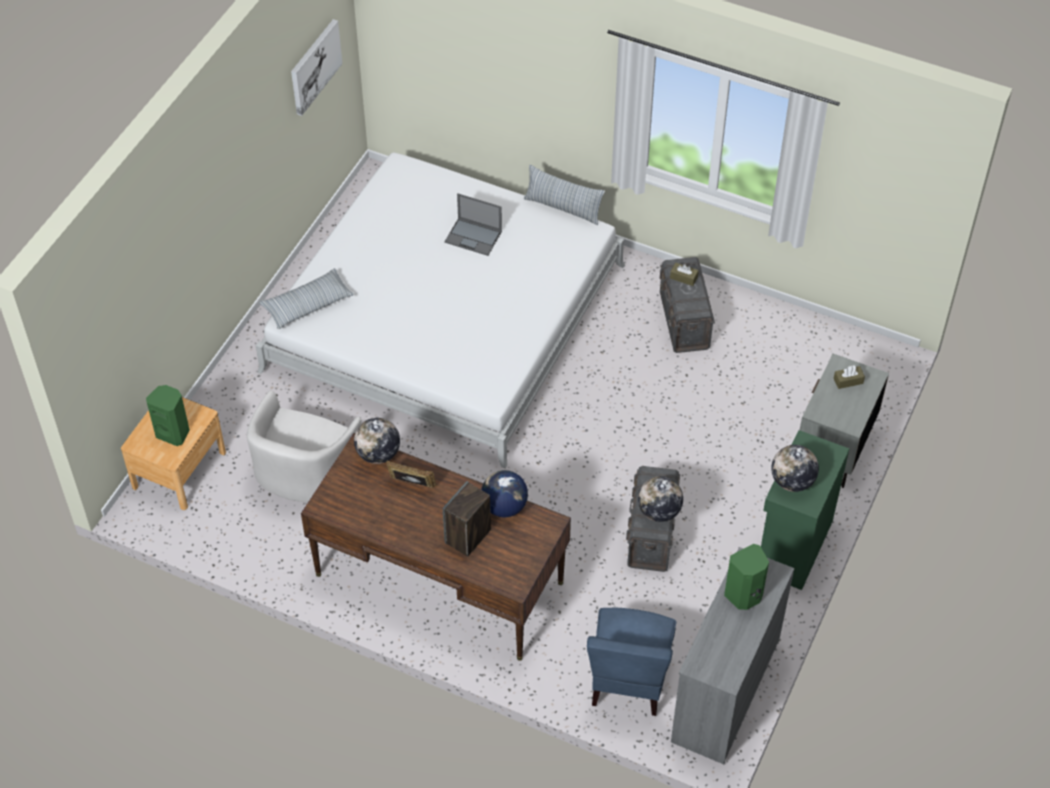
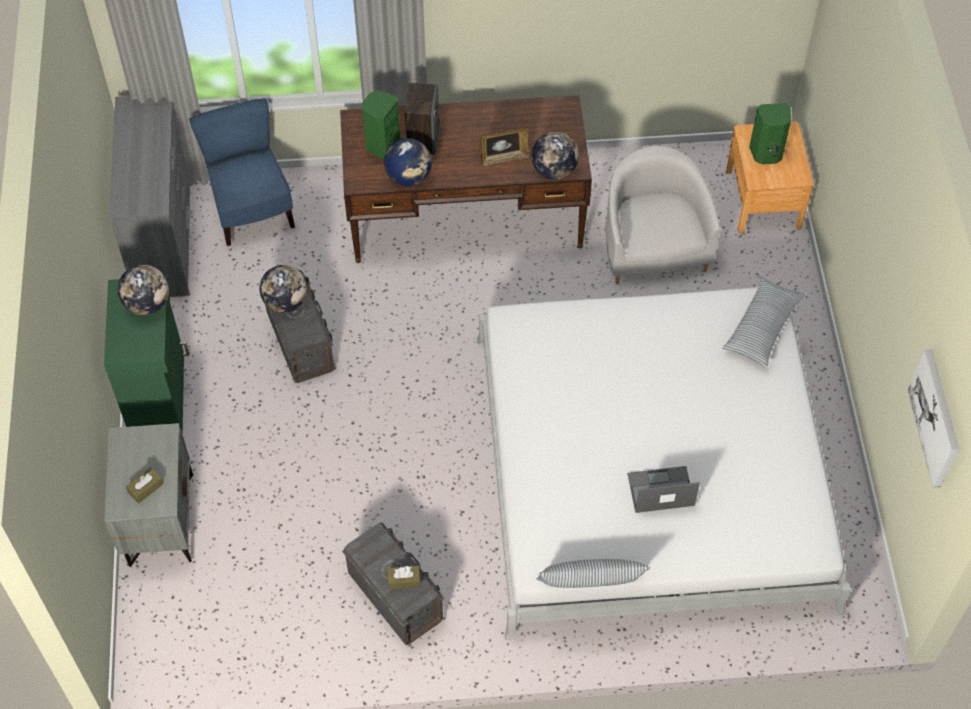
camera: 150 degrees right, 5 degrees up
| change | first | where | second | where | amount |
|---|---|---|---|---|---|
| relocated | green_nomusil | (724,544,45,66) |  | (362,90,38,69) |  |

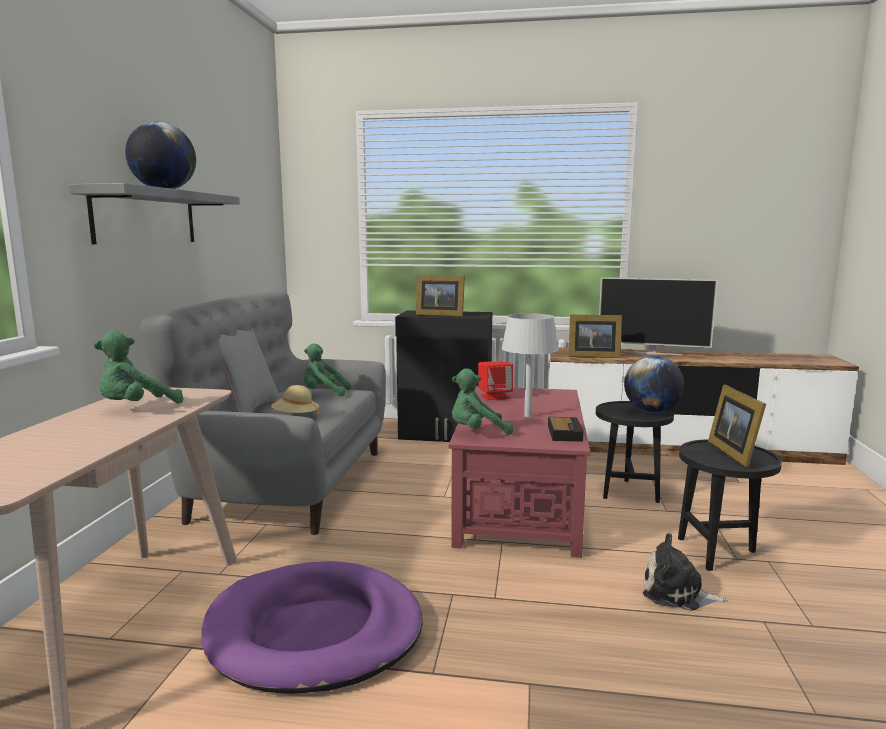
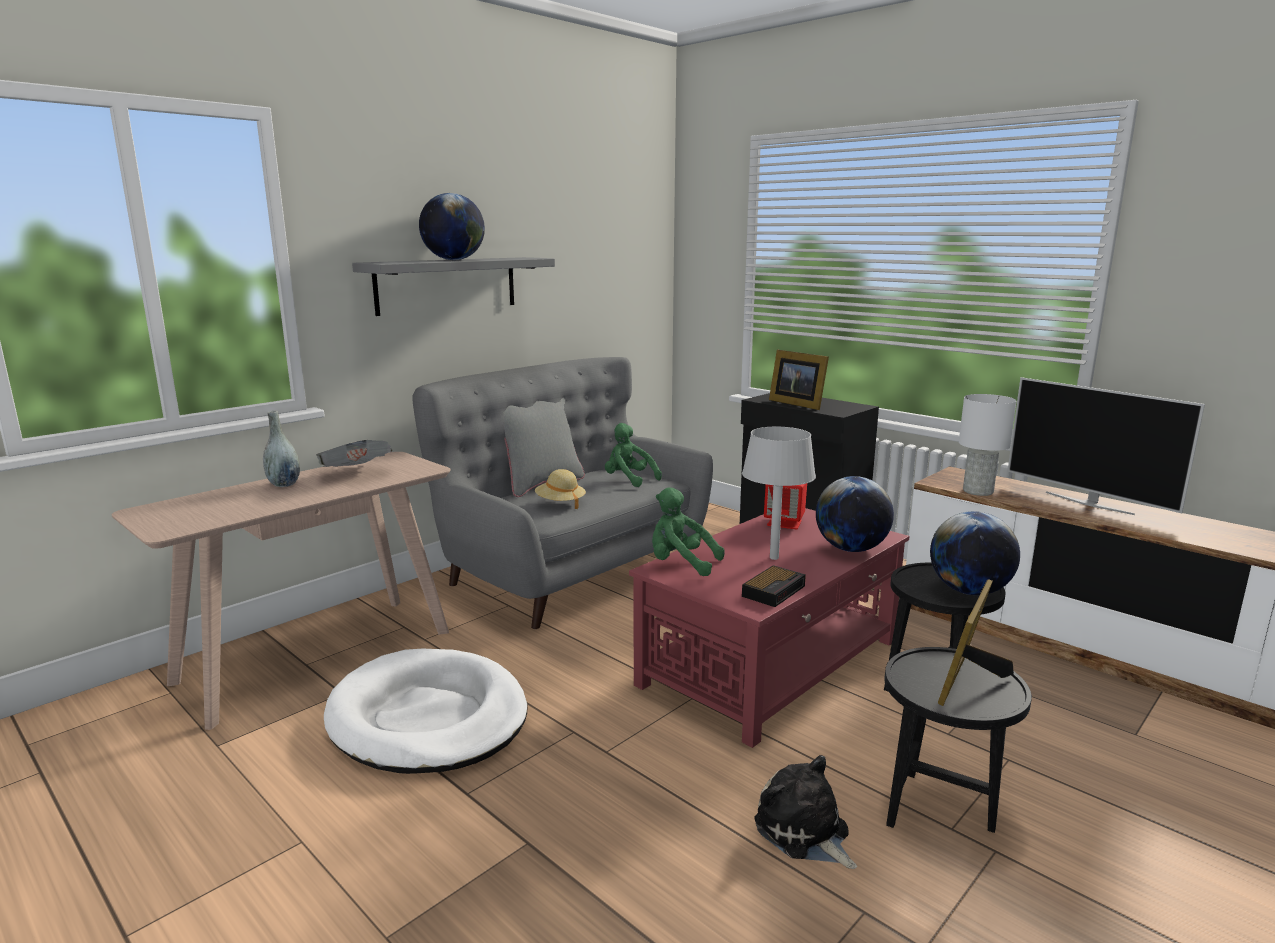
camera: 35 degrees right, 5 degrees up
| change | first | where | second | where | amount |
|---|---|---|---|---|---|
| appeared |  |  | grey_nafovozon | (263,411,37,76) |  |
| appeared |  |  | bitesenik | (816,476,78,76) |  |
| exchanged | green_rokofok | (94,331,90,73) | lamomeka | (316,440,77,27) |  |
| exchanged | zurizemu | (569,314,53,44) | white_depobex | (959,394,58,102) |  |
| colour | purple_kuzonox | (201,561,222,133) | white_kuzonox | (324,649,203,125) |  |

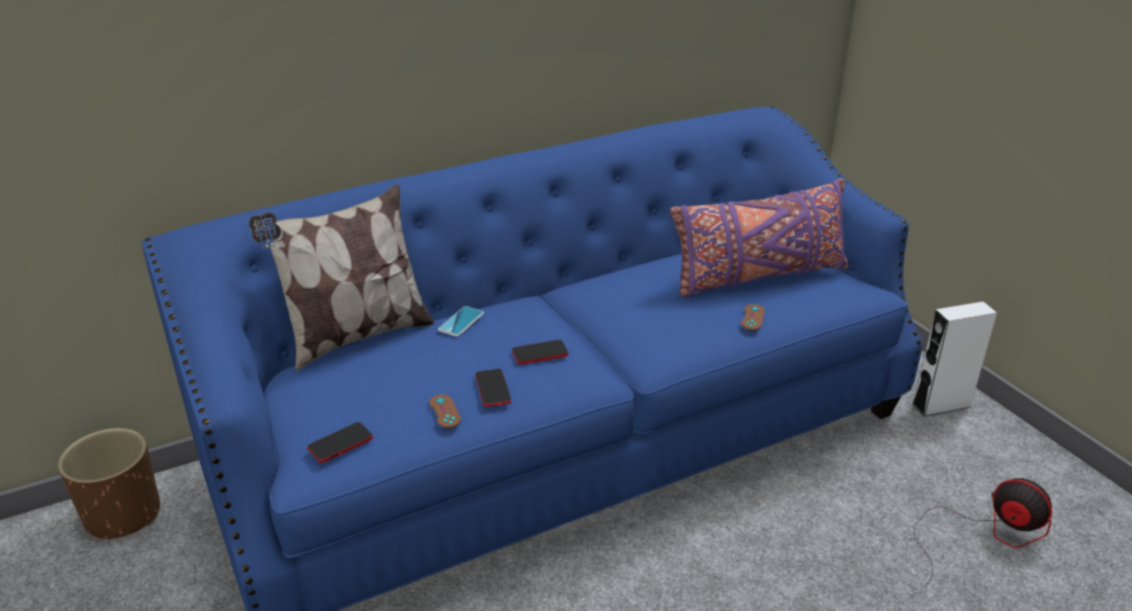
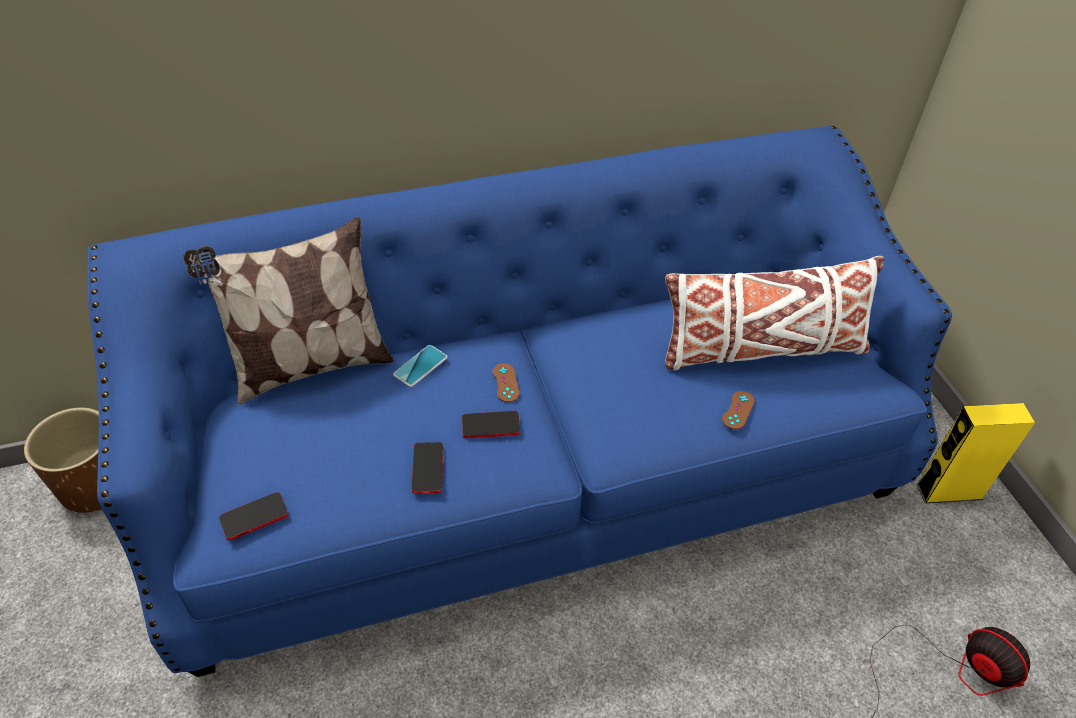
camera: 10 degrees right, 15 degrees up
| change | first | where | second | where | amount |
|---|---|---|---|---|---|
| relocated | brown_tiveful | (429,395,32,33) |  | (493,363,27,39) |  |
| colour | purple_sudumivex | (670,179,178,118) | white_sudumivex | (665,256,219,114) |  |
| colour | white_nomusil | (912,301,85,116) | yellow_nomusil | (916,403,119,100) |  |

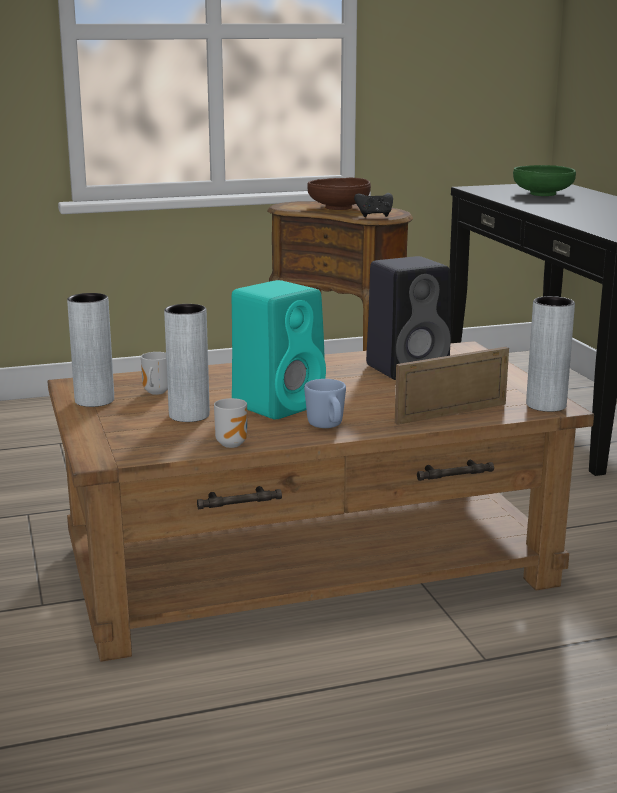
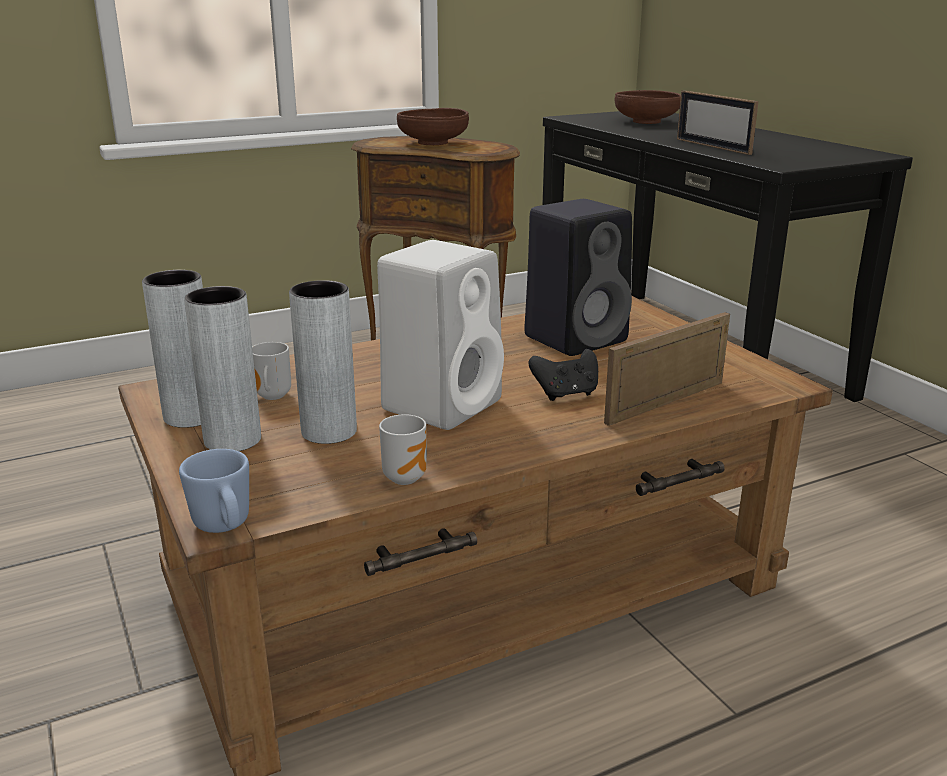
camera: 10 degrees left, 5 degrees up
| change | first | where | second | where | amount |
|---|---|---|---|---|---|
| appeared |  |  | zurizemu | (677,90,82,65) |  |
| relocated | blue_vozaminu | (304,379,42,49) |  | (179,449,70,84) |  |
| relocated | black_tiveful | (354,193,39,24) |  | (528,349,70,52) |  |
| relocated | grey_nafovozon | (526,296,49,116) |  | (184,286,77,165) |  |
| colour | turquoise_nomusil | (232,280,94,139) | white_nomusil | (377,240,127,190) |  |
| colour | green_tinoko | (513,165,63,31) | brown_tinoko | (615,90,66,34) |  |

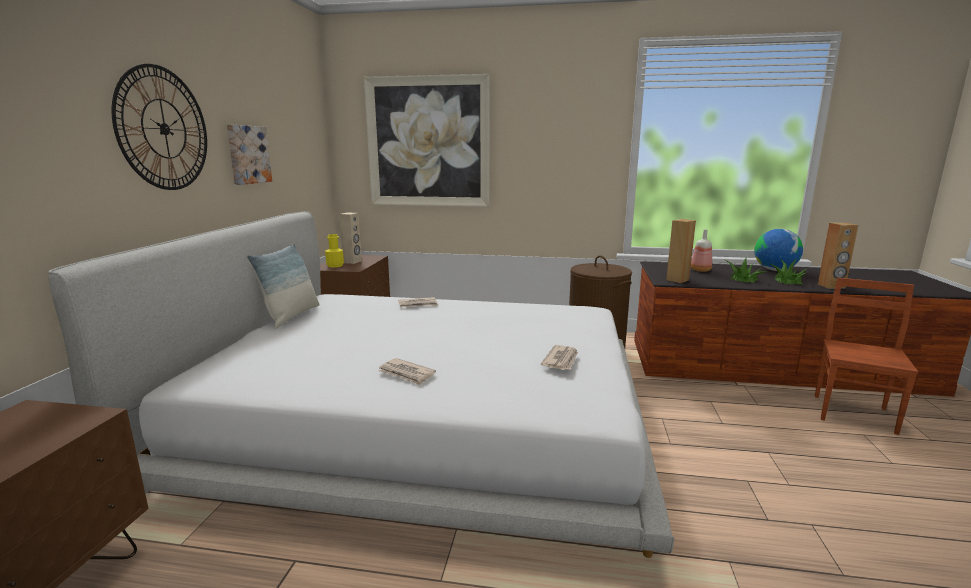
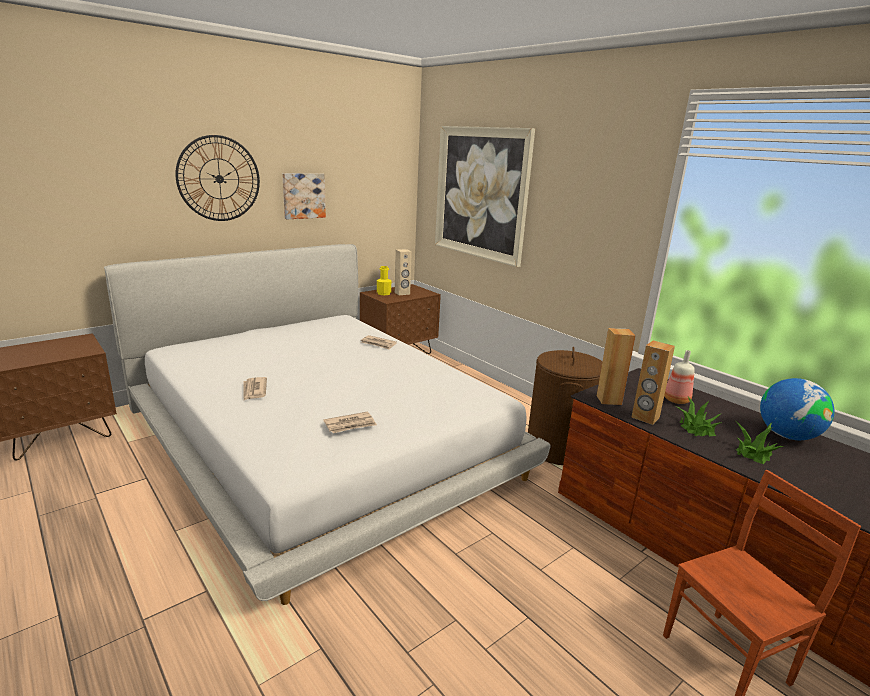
camera: 40 degrees right, 5 degrees up
| change | first | where | second | where | amount |
|---|---|---|---|---|---|
| missing | sudumivex | (247,244,72,85) |  |  |  |
| relocated | brown_nomusil | (818,223,40,66) |  | (631,340,44,85) |  |

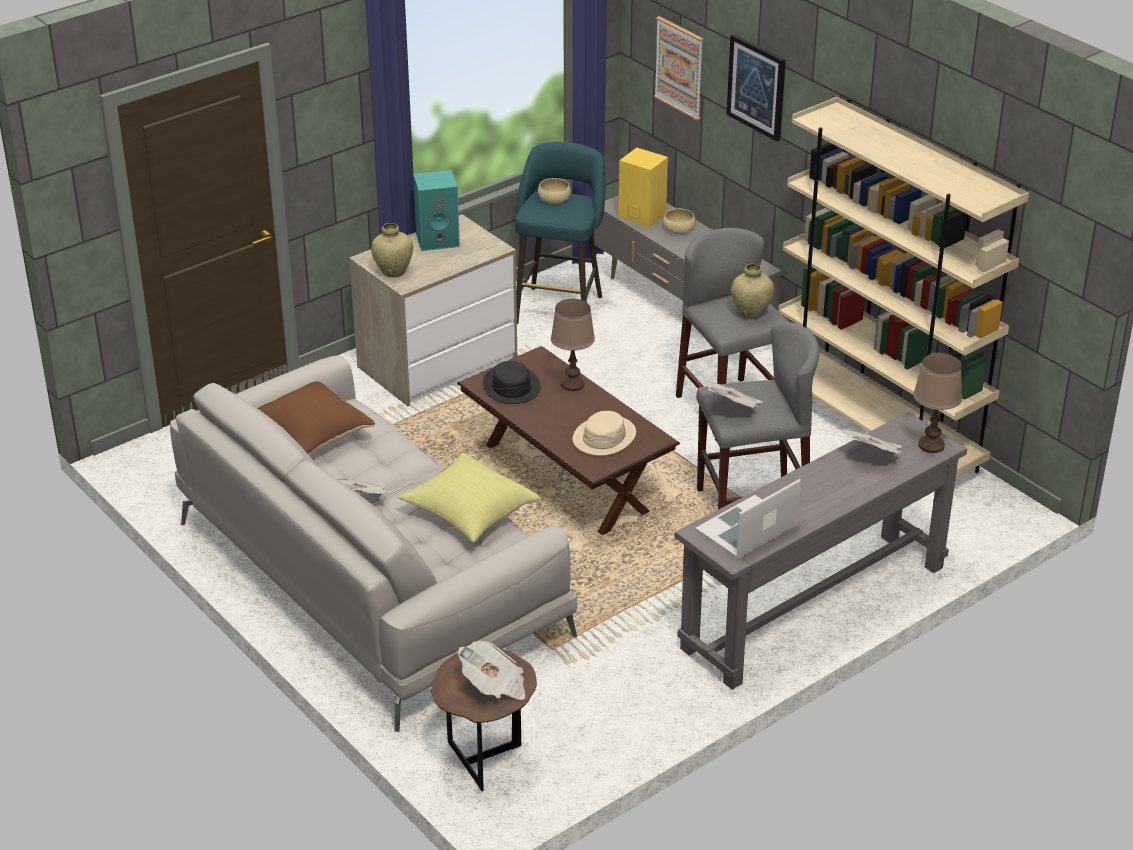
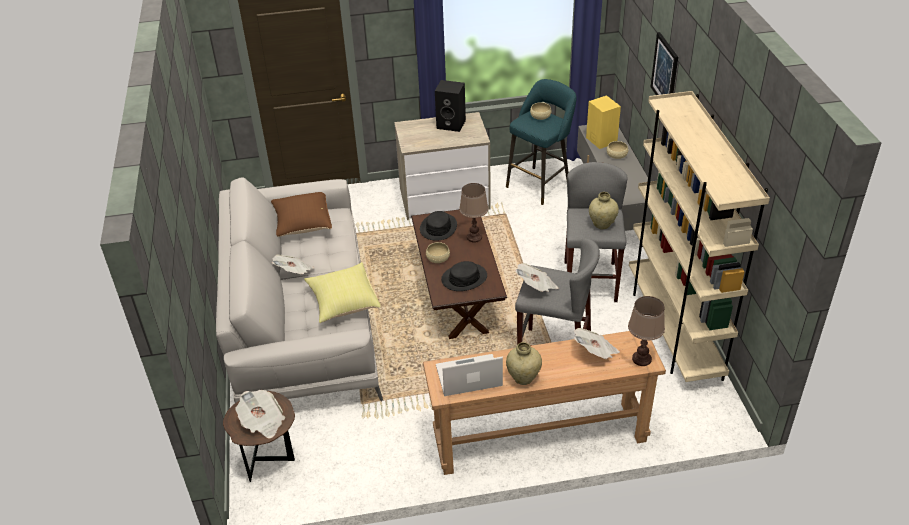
camera: 30 degrees right, 5 degrees up
| change | first | where | second | where | amount |
|---|---|---|---|---|---|
| missing | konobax | (654,16,50,104) |  |  |  |
| appeared |  |  | beige_tinoko | (426,242,24,21) |  |
| relocated | beige_nafovozon | (371,223,42,54) |  | (506,342,36,43) |  |
| colour | turquoise_nomusil | (413,170,47,81) | black_nomusil | (435,80,31,52) |  |
| colour | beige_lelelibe | (573,411,63,45) | black_lelelibe | (441,261,46,30) |  |
| colour | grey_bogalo | (675,412,292,278) | brown_bogalo | (423,331,243,144) |  |

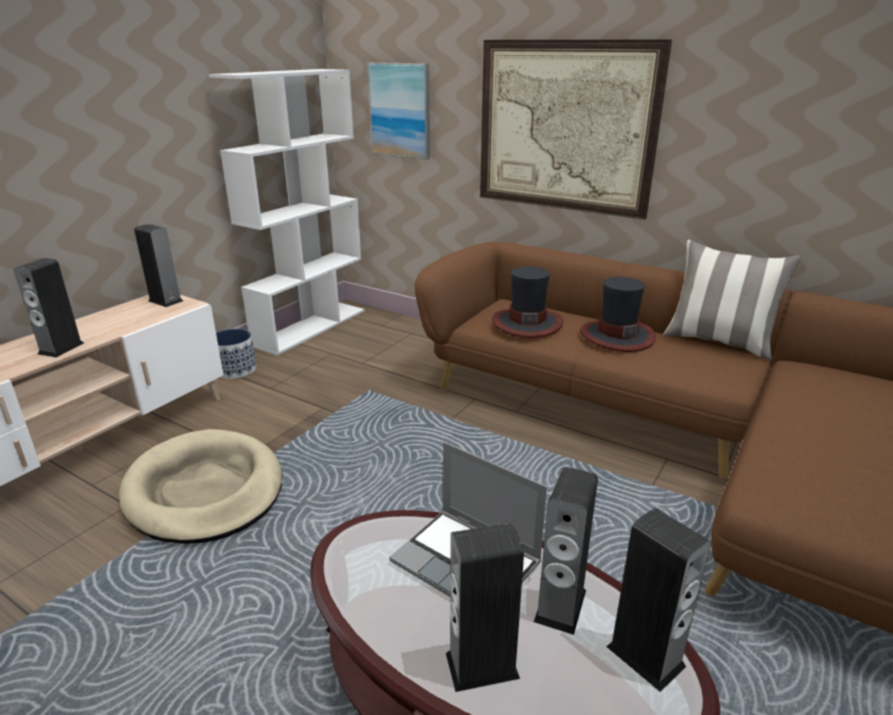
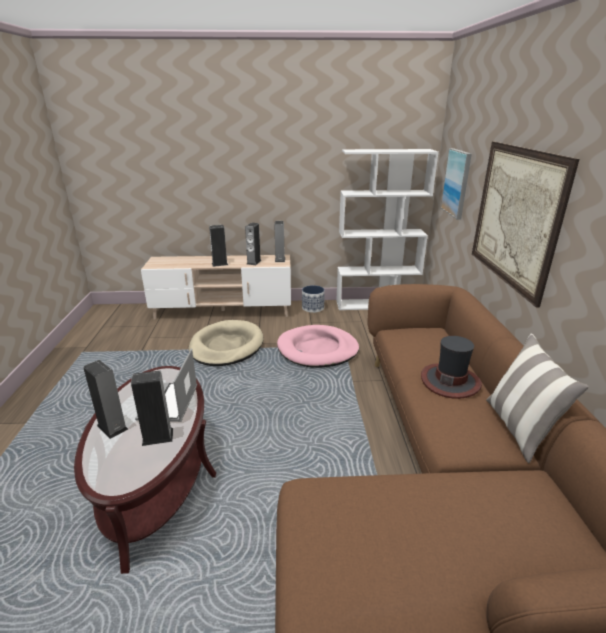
camera: 55 degrees right, 0 degrees up
| change | first | where | second | where | amount |
|---|---|---|---|---|---|
| missing | lelelibe | (492,267,71,71) |  |  |  |
| appeared |  |  | pink_kuzonox | (277,325,82,43) |  |
| relocated | nomusil | (606,508,105,184) |  | (245,223,17,42) |  |

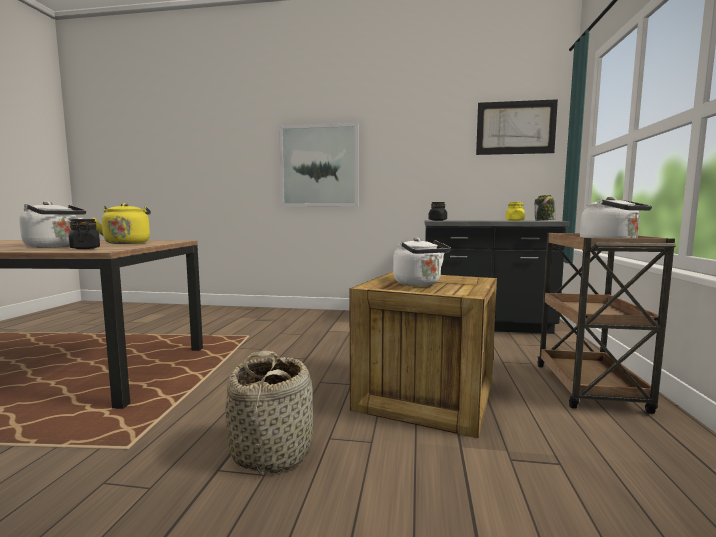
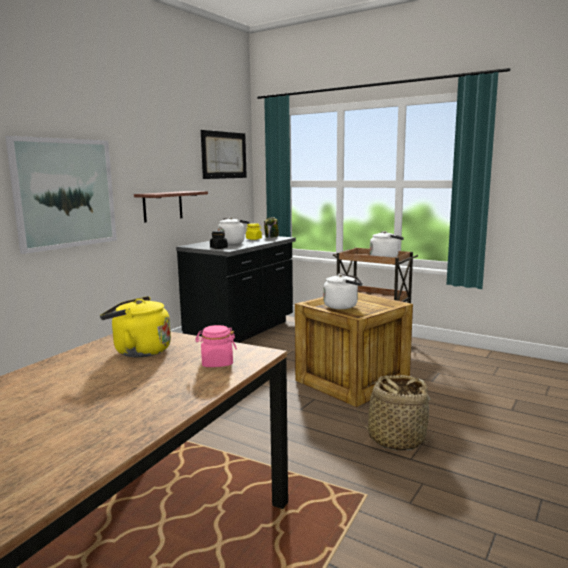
camera: 65 degrees left, 5 degrees up
| change | first | where | second | where | amount |
|---|---|---|---|---|---|
| appeared |  |  | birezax | (134,191,74,32) |  |
| relocated | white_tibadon | (19,201,67,47) |  | (218,217,31,27) |  |
| colour | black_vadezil | (69,219,31,30) | pink_vadezil | (195,325,42,42) |  |

